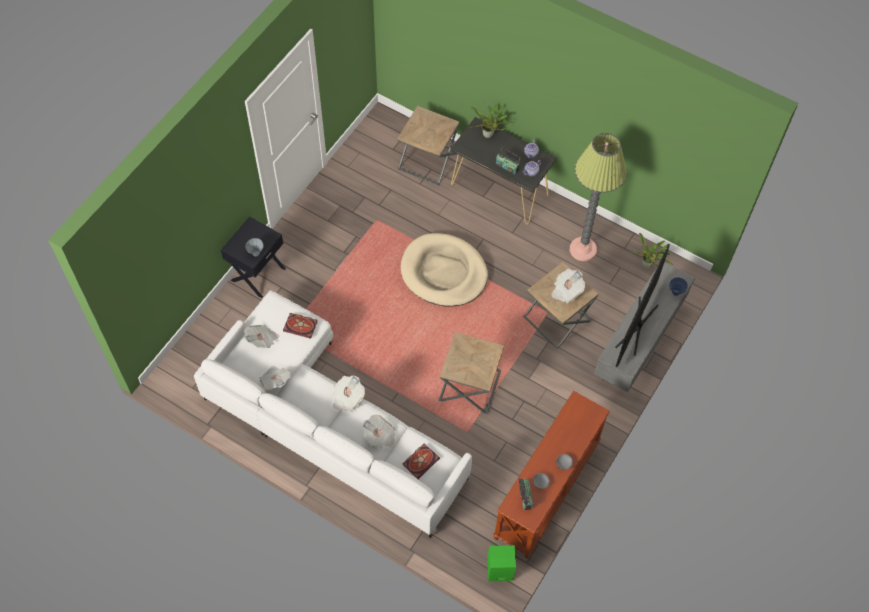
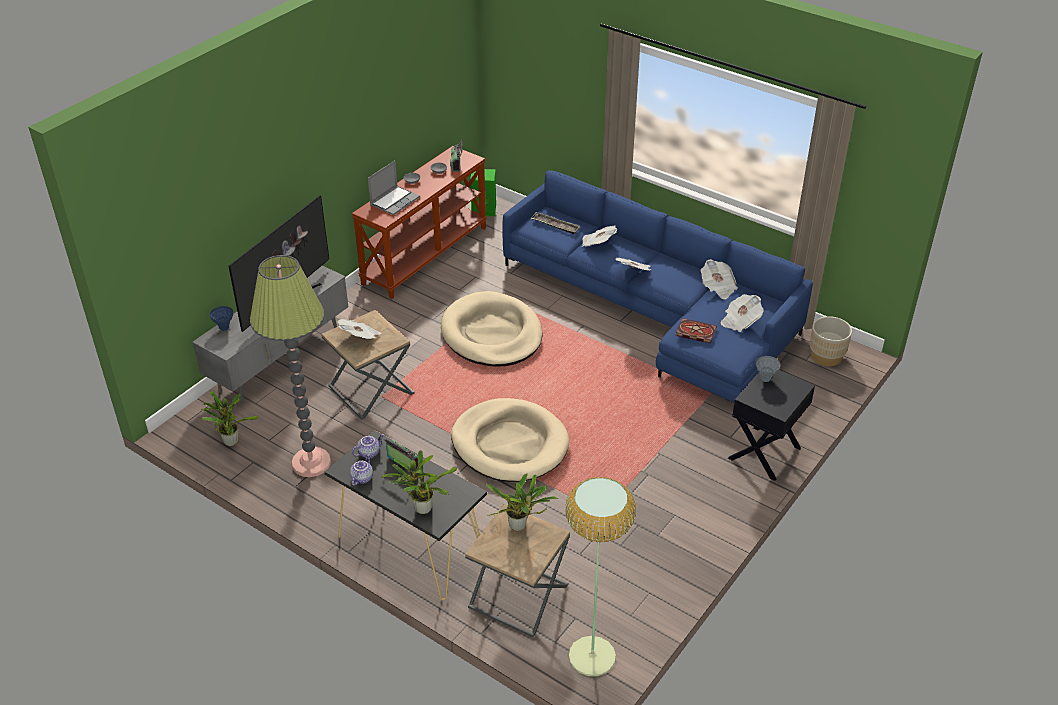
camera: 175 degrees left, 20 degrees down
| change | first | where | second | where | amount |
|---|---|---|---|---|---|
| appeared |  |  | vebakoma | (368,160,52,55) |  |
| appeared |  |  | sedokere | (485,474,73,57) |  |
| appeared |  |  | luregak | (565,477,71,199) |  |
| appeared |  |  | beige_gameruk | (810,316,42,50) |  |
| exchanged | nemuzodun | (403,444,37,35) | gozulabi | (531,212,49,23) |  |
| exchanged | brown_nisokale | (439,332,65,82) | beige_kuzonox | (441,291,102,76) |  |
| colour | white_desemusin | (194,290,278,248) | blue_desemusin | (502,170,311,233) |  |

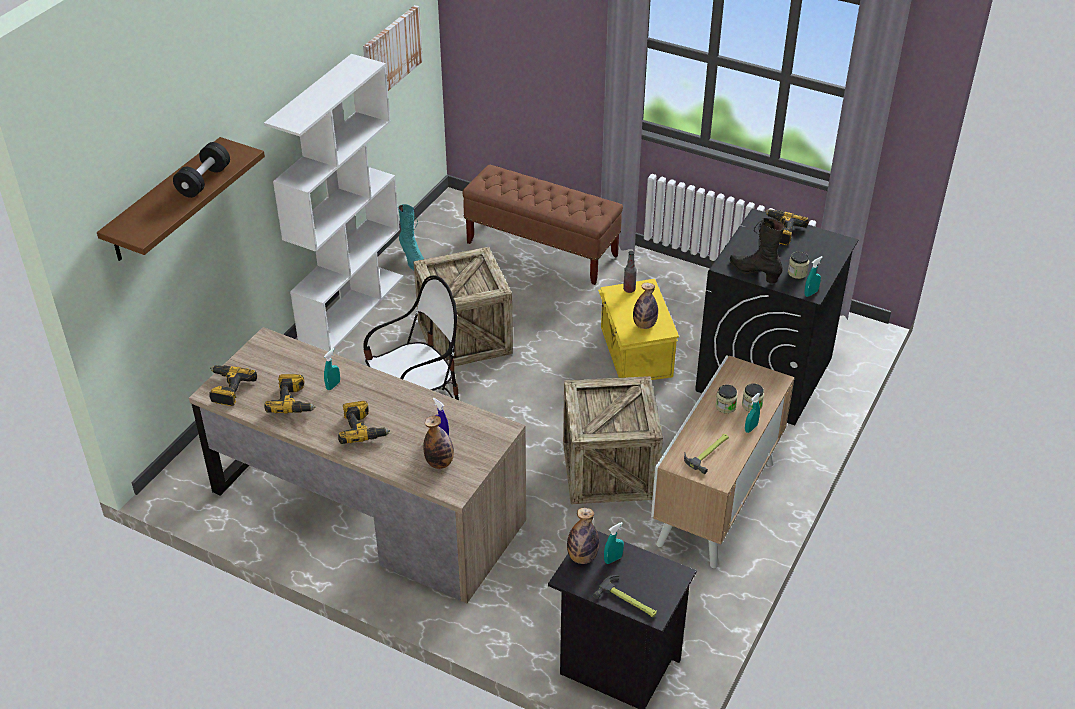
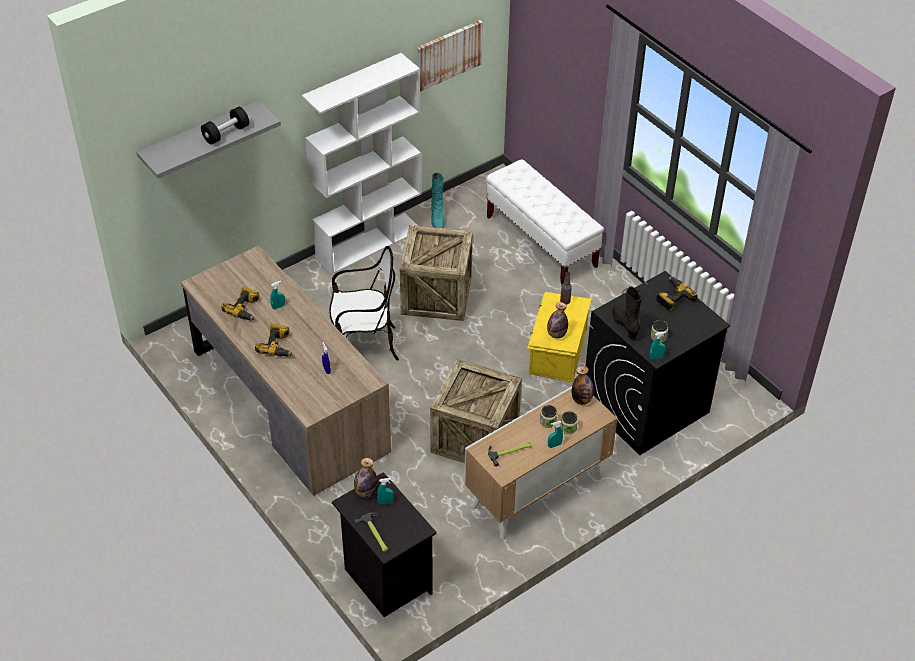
camera: 25 degrees right, 5 degrees up
| change | first | where | second | where | amount |
|---|---|---|---|---|---|
| missing | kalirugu | (209,365,48,41) |  |  |  |
| relocated | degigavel | (423,415,31,54) |  | (572,366,22,39) |  |
| colour | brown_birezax | (97,137,168,124) | grey_birezax | (136,100,145,79) |  |
| colour | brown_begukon | (463,165,160,120) | white_begukon | (486,159,118,125) |  |

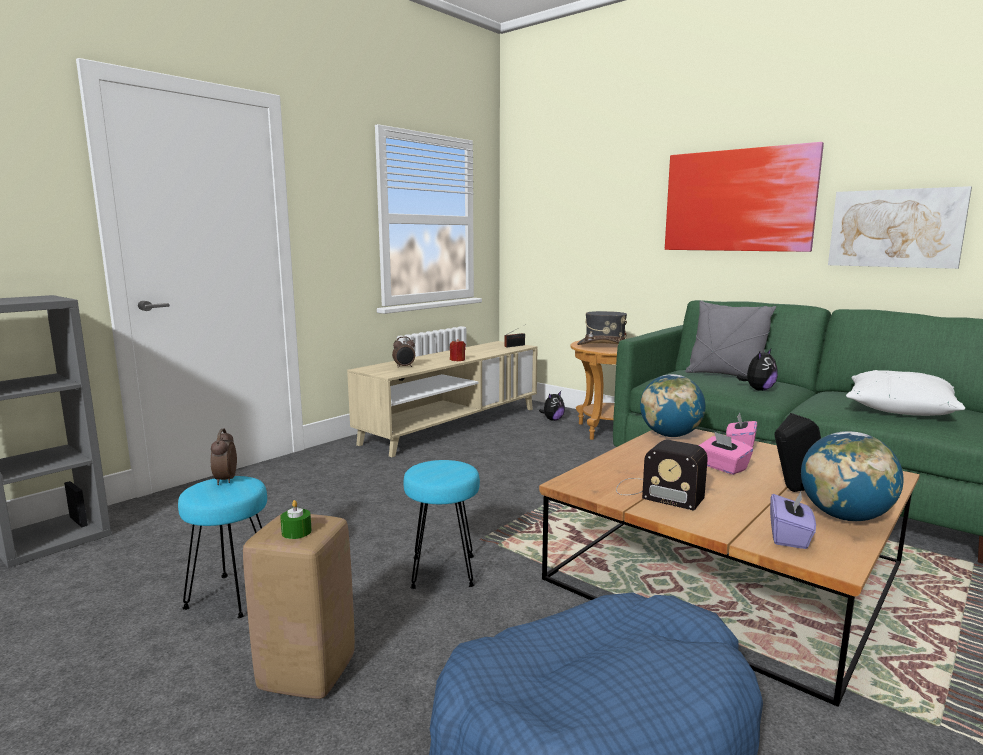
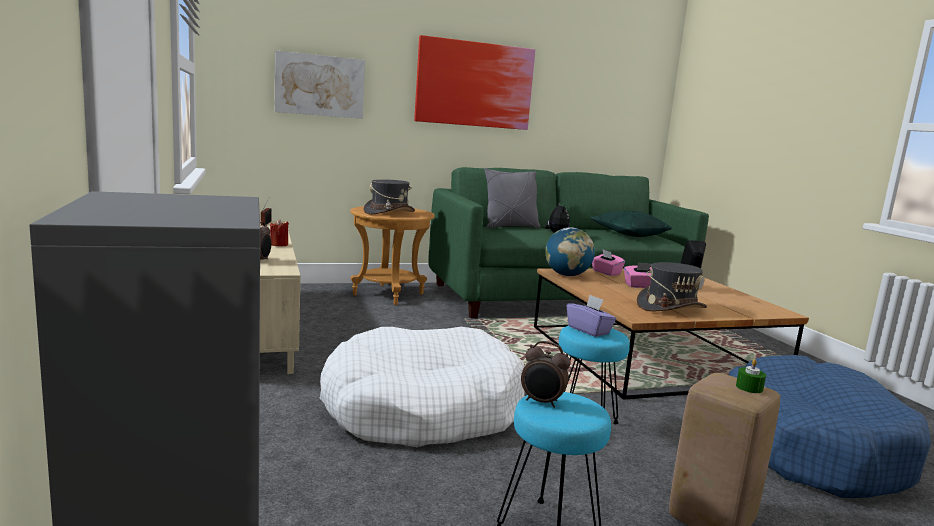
camera: 60 degrees left, 0 degrees up
| change | first | where | second | where | amount |
|---|---|---|---|---|---|
| missing | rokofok | (539,391,26,30) |  |  |  |
| missing | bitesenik | (801,431,103,90) |  |  |  |
| appeared |  |  | white_kuzonox | (320,327,205,120) |  |
| relocated | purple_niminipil | (770,492,46,57) |  | (567,295,49,42) |  |
| relocated | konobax | (828,186,144,83) |  | (275,50,90,69) |  |
| exchanged | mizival | (616,440,92,71) | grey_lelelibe | (637,262,70,49) |  |
| colour | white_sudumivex | (846,370,119,46) | green_sudumivex | (590,211,82,26) |  |

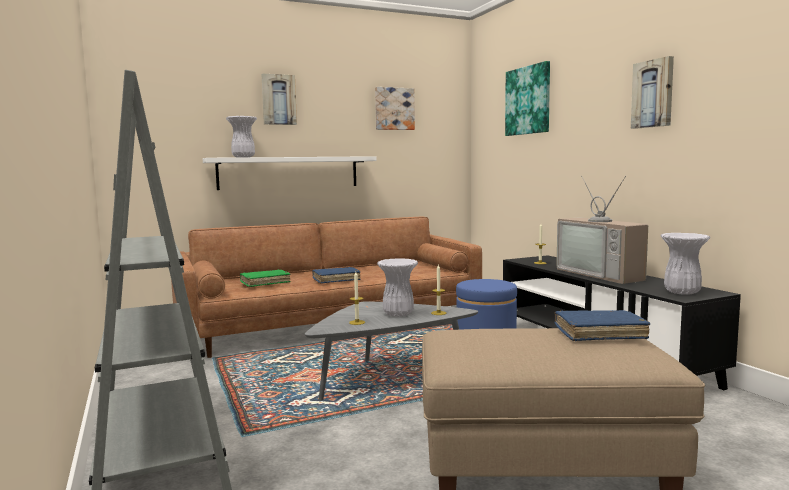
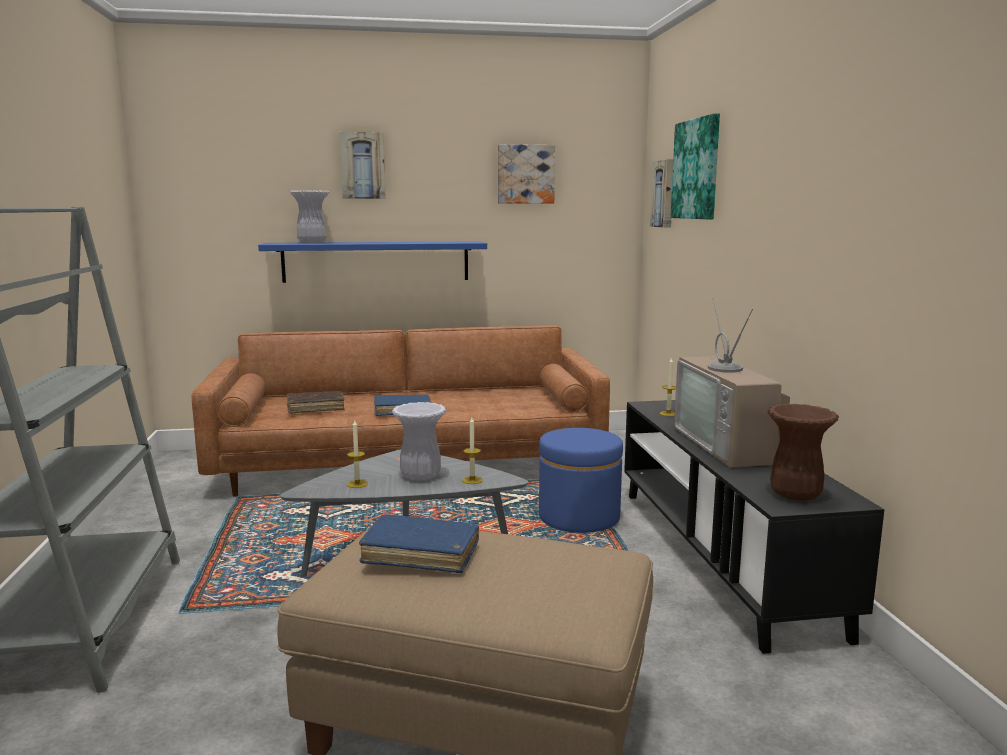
camera: 15 degrees right, 5 degrees up
| change | first | where | second | where | amount |
|---|---|---|---|---|---|
| relocated | blue_nemuzodun | (555,310,95,31) |  | (359,514,120,59) |  |
| relocated | konobax | (631,56,43,73) |  | (650,159,23,69) |  |
| colour | white_birezax | (203,156,174,34) | blue_birezax | (258,241,229,42) |  |
| colour | green_nemuzodun | (240,270,50,17) | brown_nemuzodun | (287,391,58,23) |  |
| colour | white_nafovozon | (661,233,49,62) | brown_nafovozon | (768,404,71,97) |  |

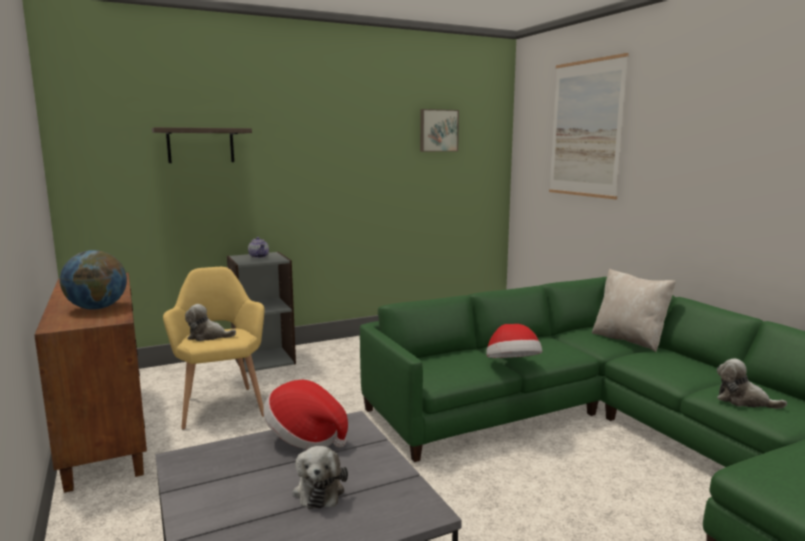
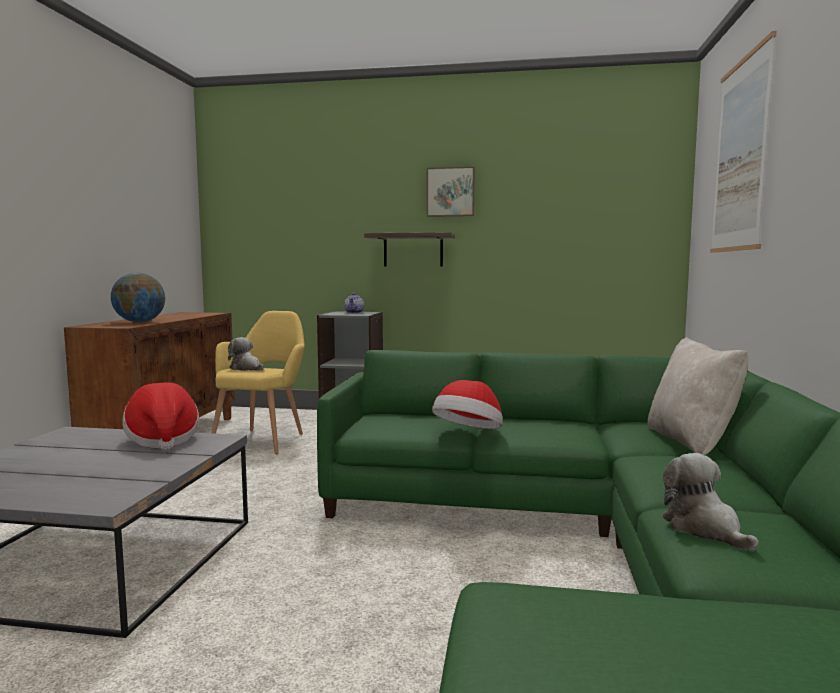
camera: 35 degrees right, 5 degrees down
| change | first | where | second | where | amount |
|---|---|---|---|---|---|
| missing | rokofok | (292,446,56,63) |  |  |  |
| relocated | birezax | (152,127,100,36) |  | (364,232,91,35) |  |
| relocated | konobax | (420,109,39,43) |  | (426,167,49,50) |  |

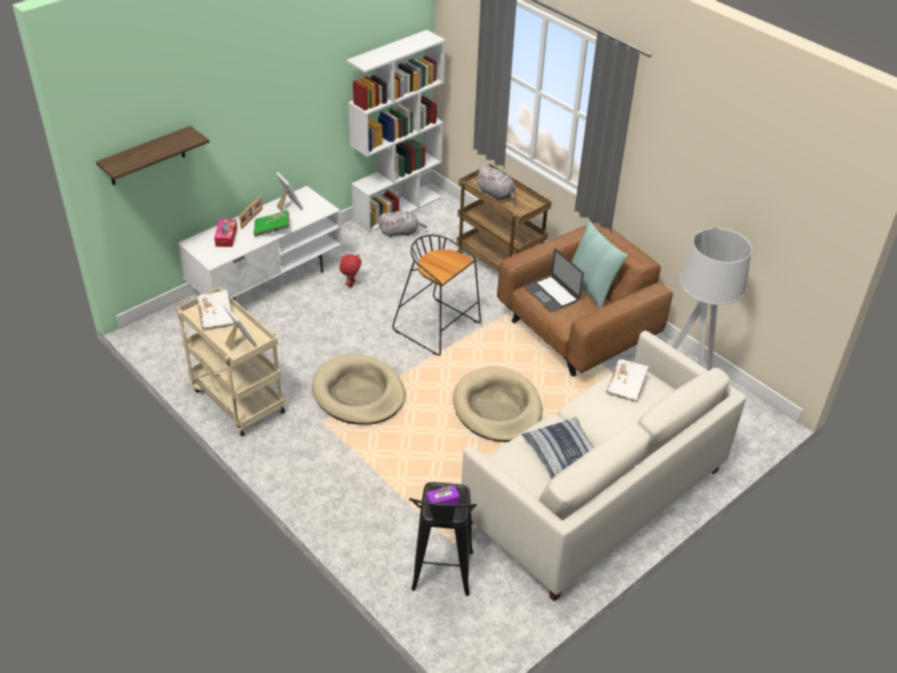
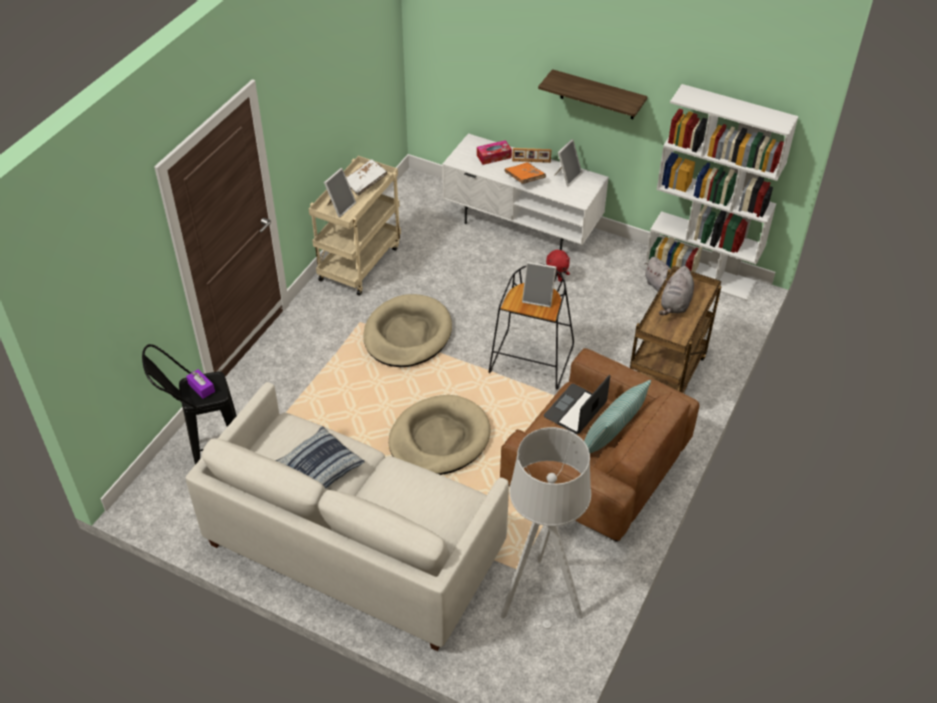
camera: 70 degrees right, 5 degrees up
| change | first | where | second | where | amount |
|---|---|---|---|---|---|
| missing | white_nemuzodun | (606,359,43,43) |  |  |  |
| appeared |  |  | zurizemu | (522,262,34,45) |  |
| relocated | birezax | (96,126,113,59) |  | (538,69,110,50) |  |
| colour | green_nemuzodun | (254,210,36,27) | orange_nemuzodun | (504,162,42,22) |  |

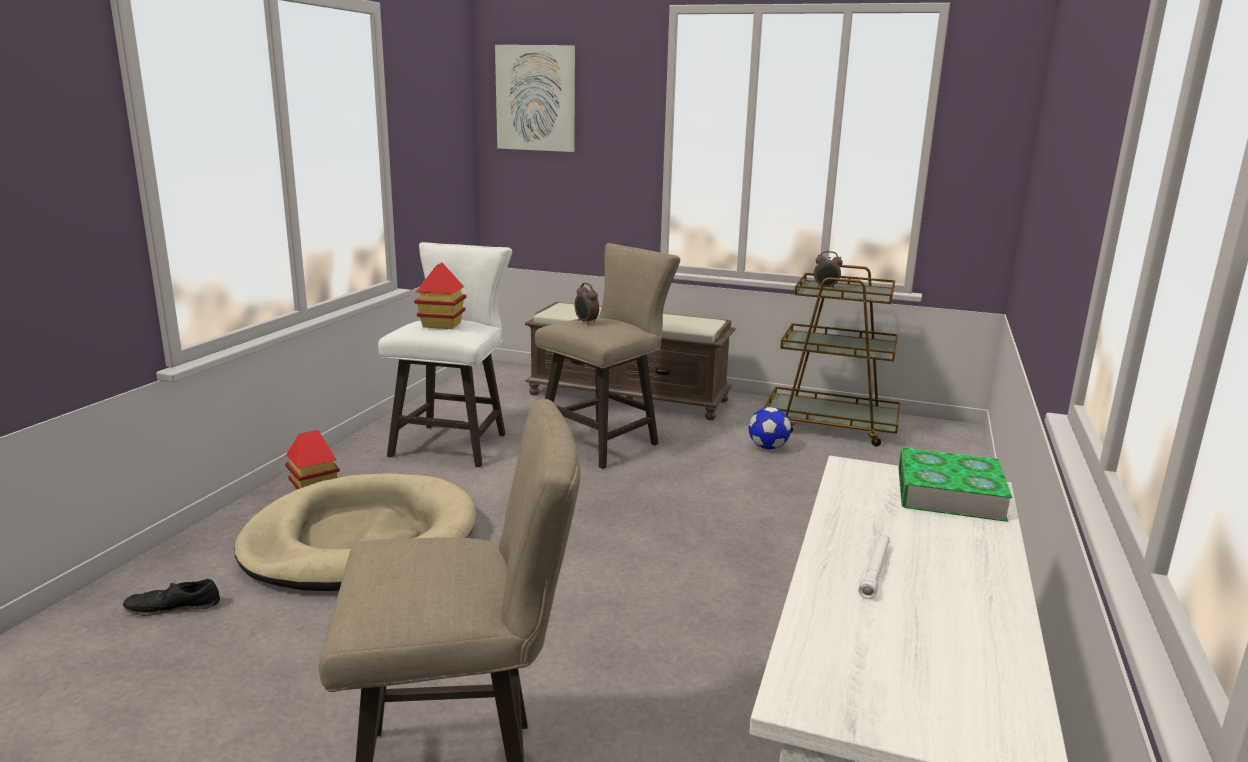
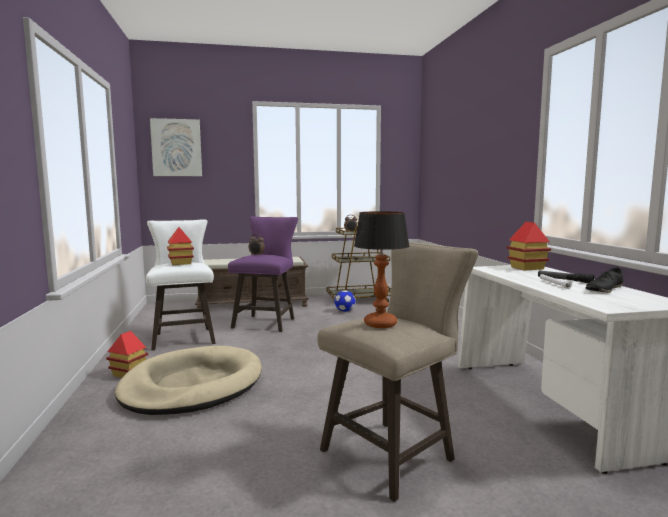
camera: 30 degrees left, 10 degrees down
| change | first | where | second | where | amount |
|---|---|---|---|---|---|
| appeared |  |  | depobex | (354,211,56,117) |  |
| appeared |  |  | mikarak | (538,271,56,12) |  |
| relocated | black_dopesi | (123,579,97,37) |  | (586,268,37,25) |  |
| exchanged | nemuzodun | (898,448,114,74) | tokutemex | (507,222,44,49) |  |
| colour | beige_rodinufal | (535,243,145,226) | purple_rodinufal | (228,216,70,116) |  |

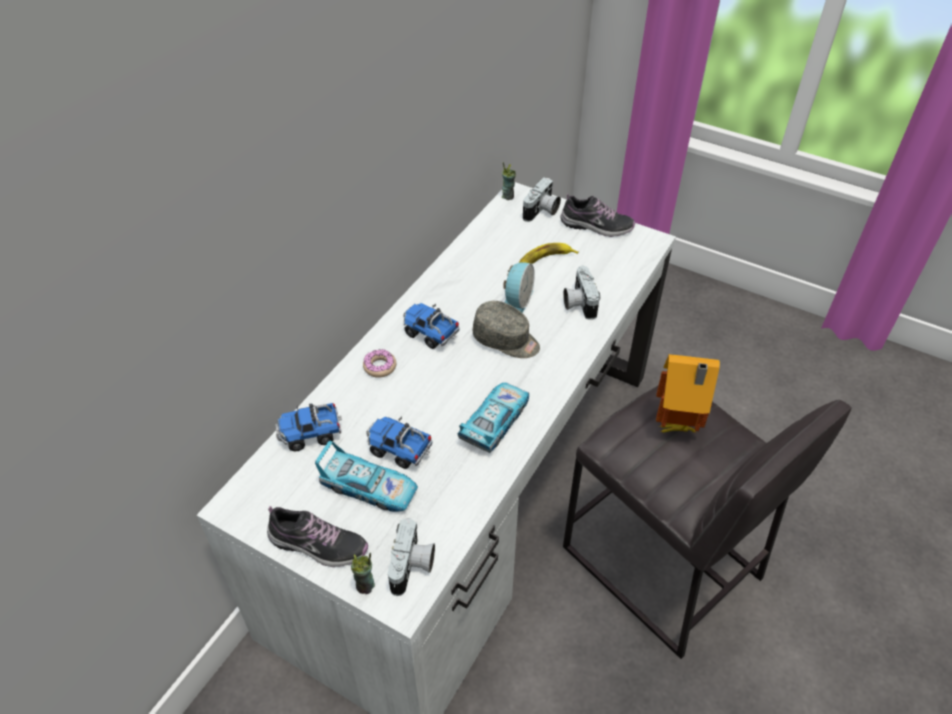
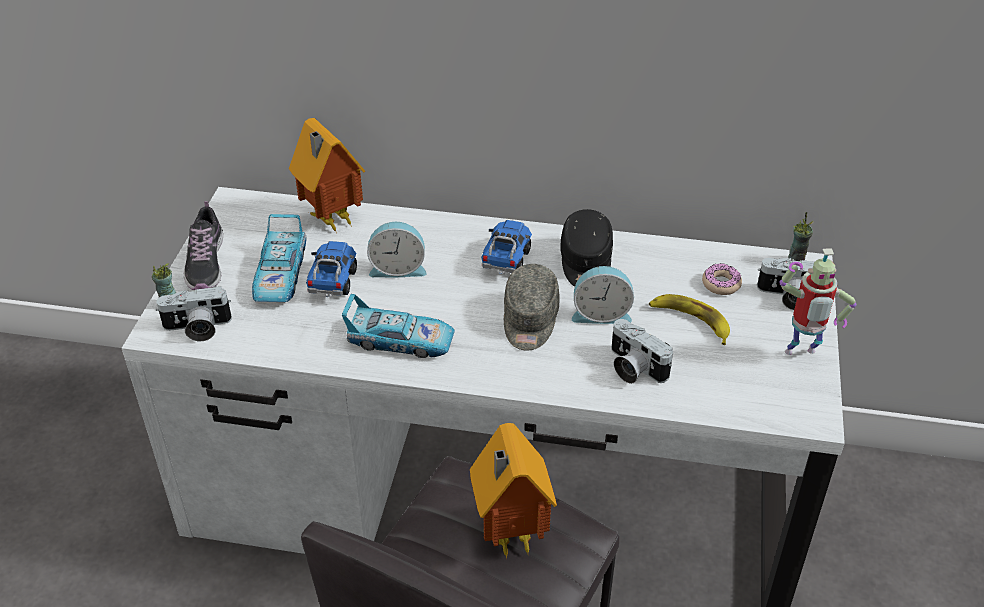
camera: 70 degrees right, 5 degrees down
| change | first | where | second | where | amount |
|---|---|---|---|---|---|
| appeared |  |  | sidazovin | (367,222,60,55) |  |
| appeared |  |  | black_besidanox | (560,209,53,78) |  |
| relocated | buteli | (363,349,33,29) |  | (702,263,40,32) |  |
| exchanged | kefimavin | (275,403,67,48) | tokutemex | (289,118,76,115) |  |
| exchanged | dopesi | (560,194,75,43) | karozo | (779,248,78,107) |  |
| spun | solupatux | (563,266,37,54) |  | (611,319,62,65) | 105 degrees counterclockwise |

